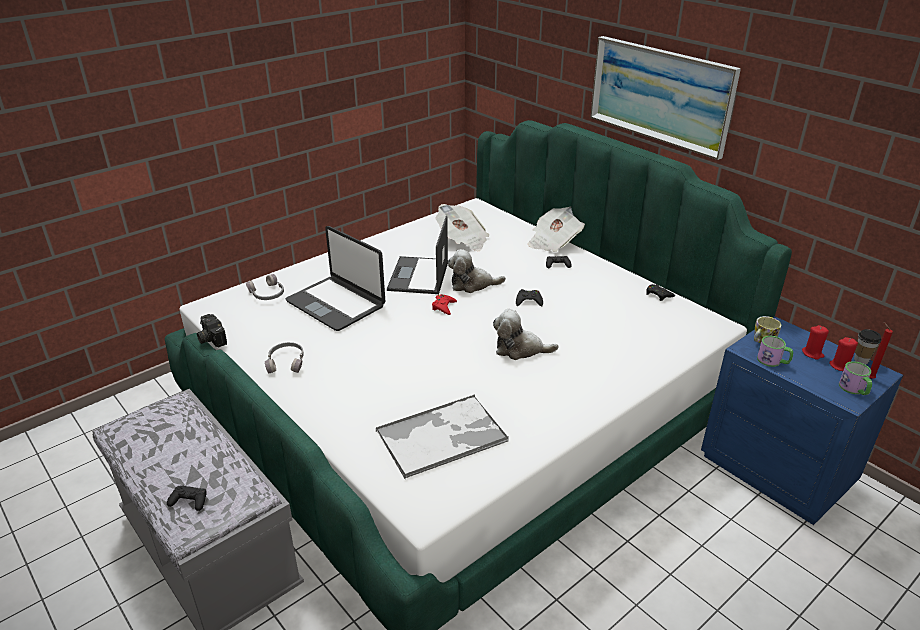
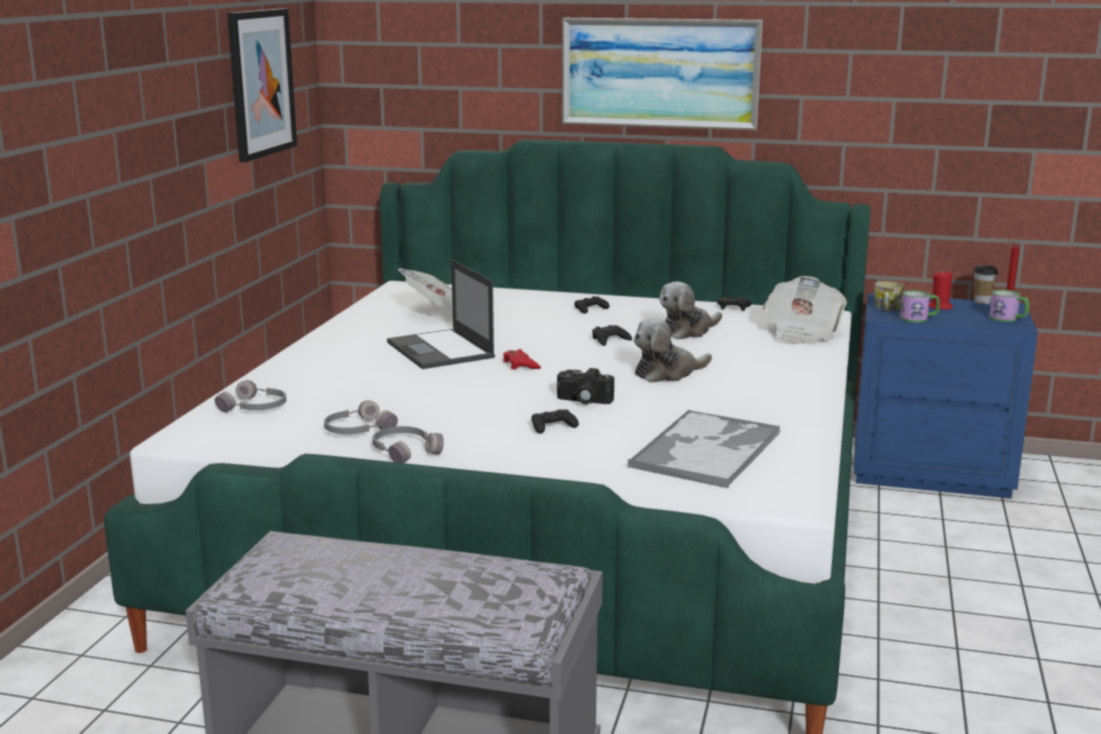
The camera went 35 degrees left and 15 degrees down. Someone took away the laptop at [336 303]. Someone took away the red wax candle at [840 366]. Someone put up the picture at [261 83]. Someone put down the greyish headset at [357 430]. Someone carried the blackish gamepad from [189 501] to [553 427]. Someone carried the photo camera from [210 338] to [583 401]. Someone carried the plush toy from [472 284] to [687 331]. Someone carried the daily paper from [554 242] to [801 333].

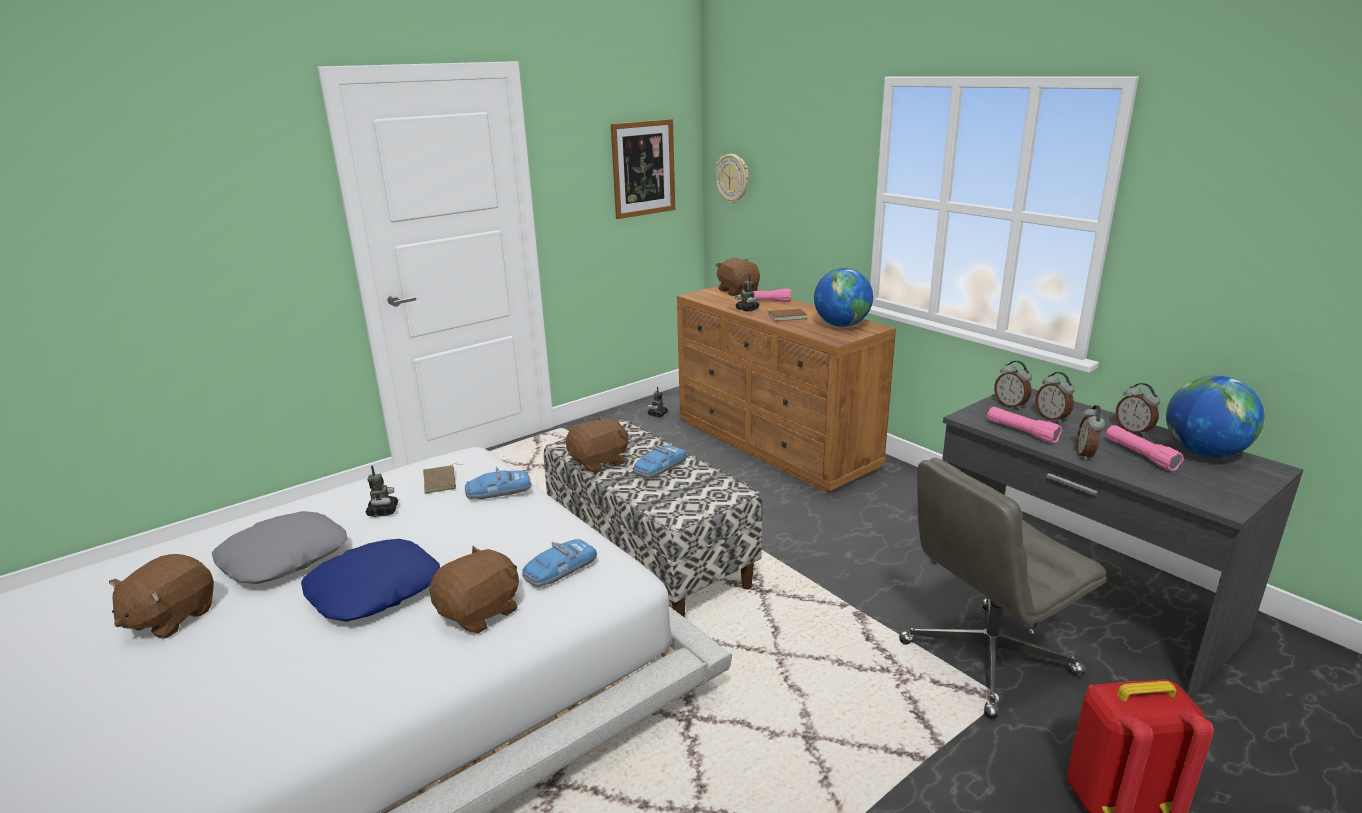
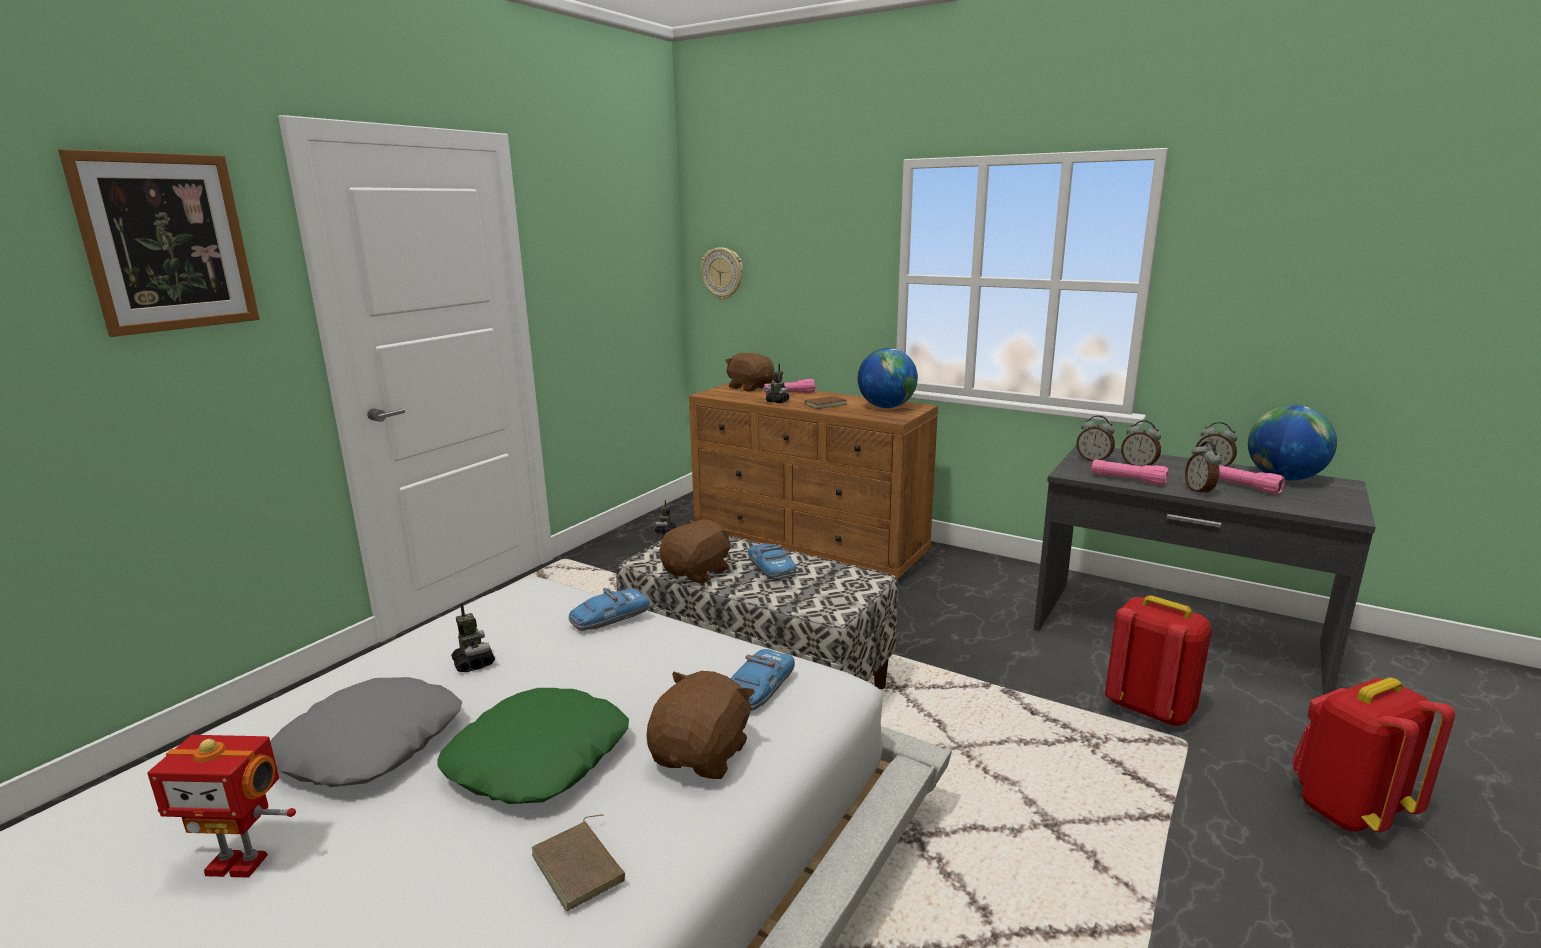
The camera went 20 degrees left and 5 degrees down. Someone carried the brown-coloured book from [441 481] to [581 867]. Someone carried the picture from [643 168] to [167 243]. Someone swapped the brown-coloured plush toy at [170 618] for the toy robot at [239 862]. Someone swapped the greyish office chair at [987 659] for the red backpack at [1148 709]. Someone repainted the blue cushion at [374 589], which became the green-coloured cushion at [537 757]. Someone rotated the toy car at [660 467] by 135 degrees clockwise.

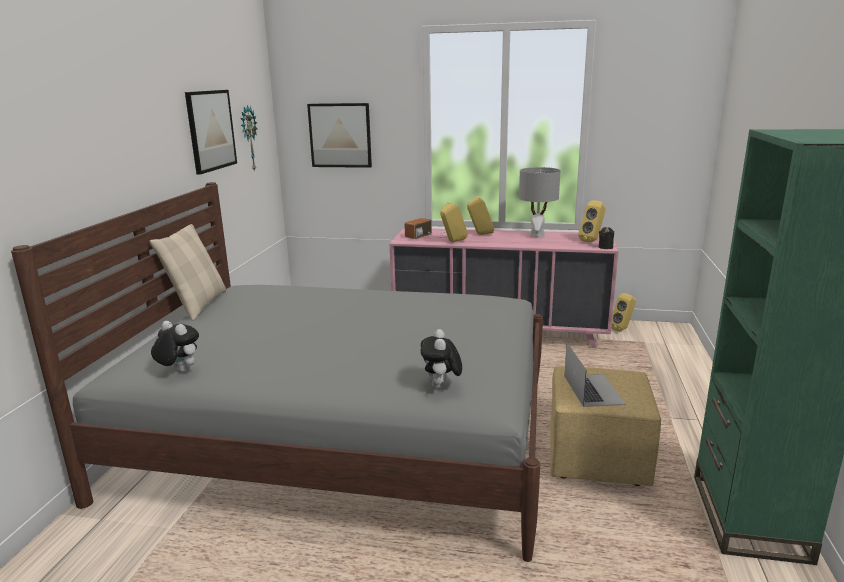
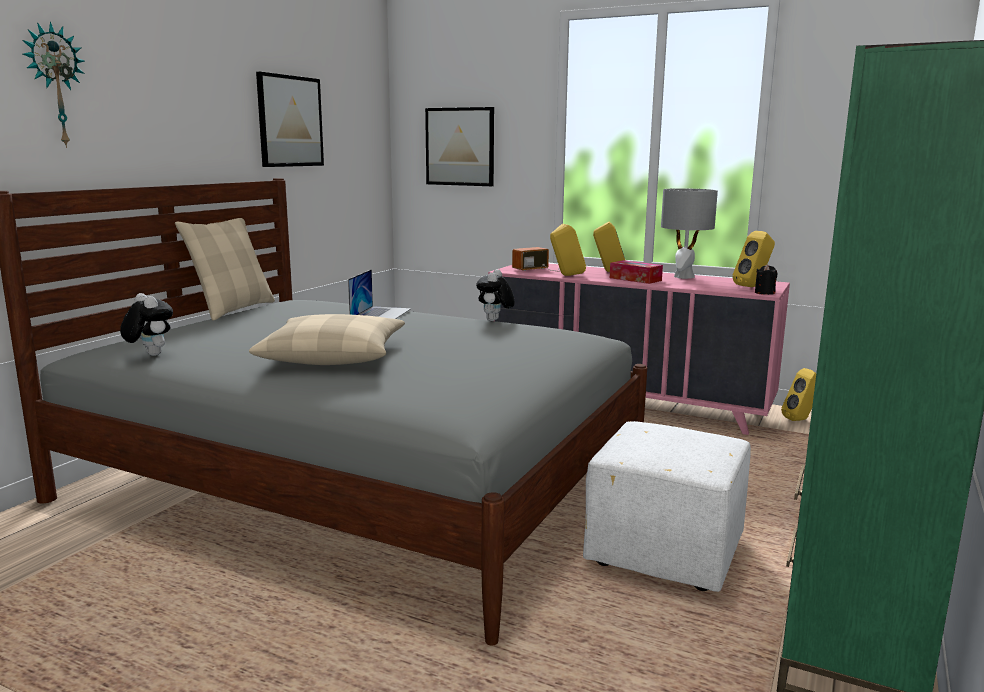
The camera went 15 degrees right and 5 degrees down. Someone put down the beige cushion at [333 355]. Someone put down the tissue box at [635 279]. Someone carried the hanging clock from [248 138] to [55 85]. Someone carried the plush toy from [441 386] to [495 320]. Someone carried the laptop from [593 389] to [381 314]. Someone repainted the yellow-coloured ottoman at [595 459], which became the whitish ottoman at [662 552].

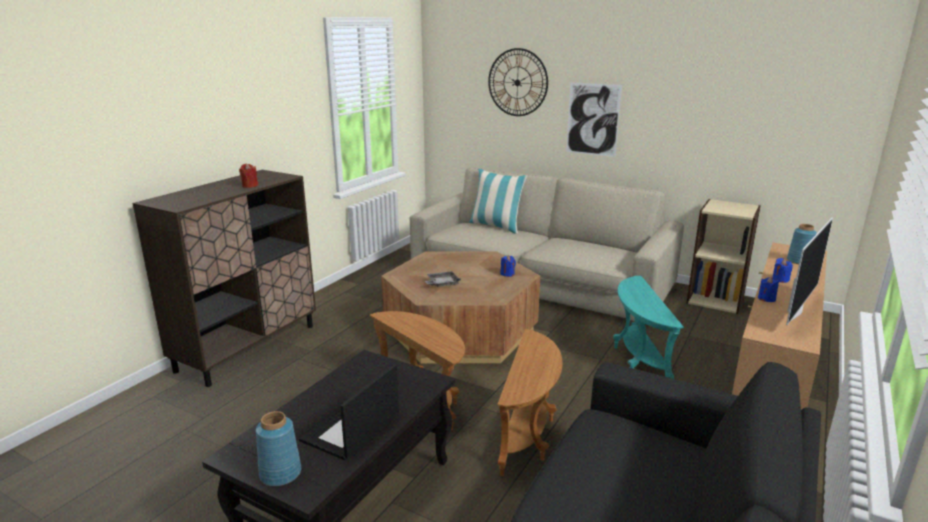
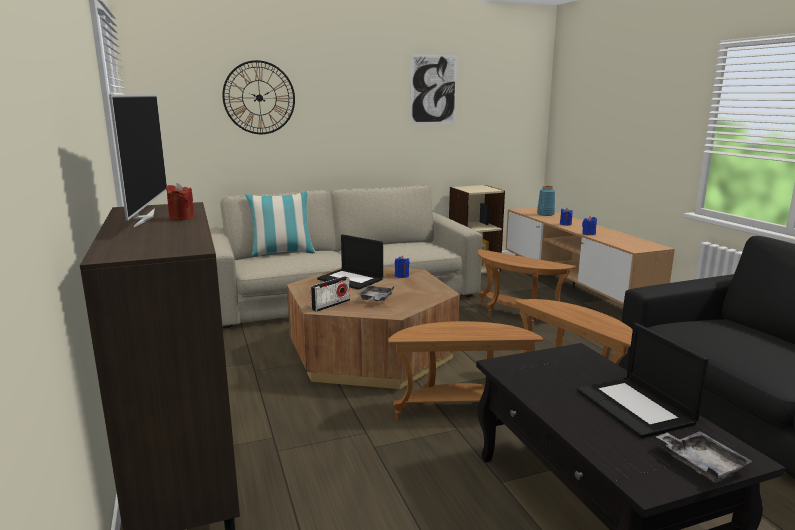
The camera went 50 degrees left and 5 degrees down. Someone put down the radio set at [331 305]. Someone put down the laptop at [351 279]. Someone carried the picture from [593 119] to [433 89]. Someone carried the TV set from [794 311] to [143 218]. Someone swapped the blue decorative vase at [281 473] for the greyish carrying tray at [702 463]. Someone repainted the turquoise end table at [637 360], which became the brown-coloured end table at [516 316].

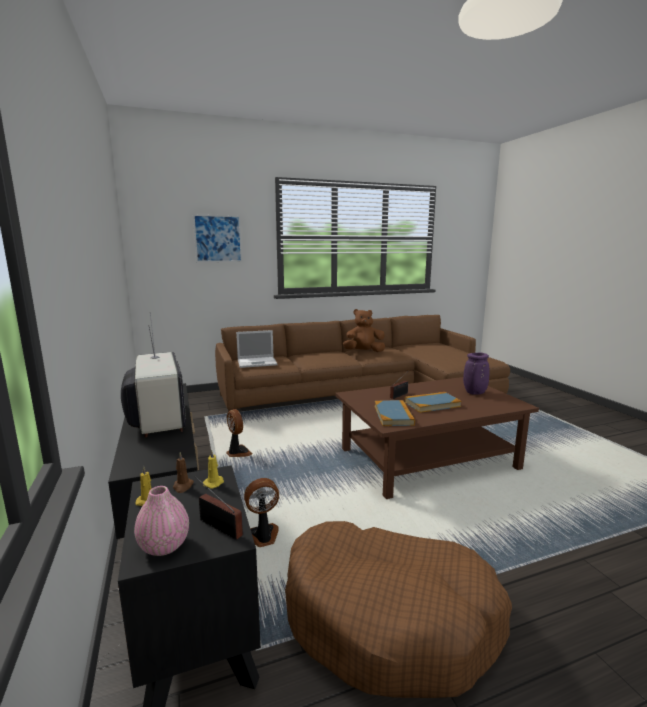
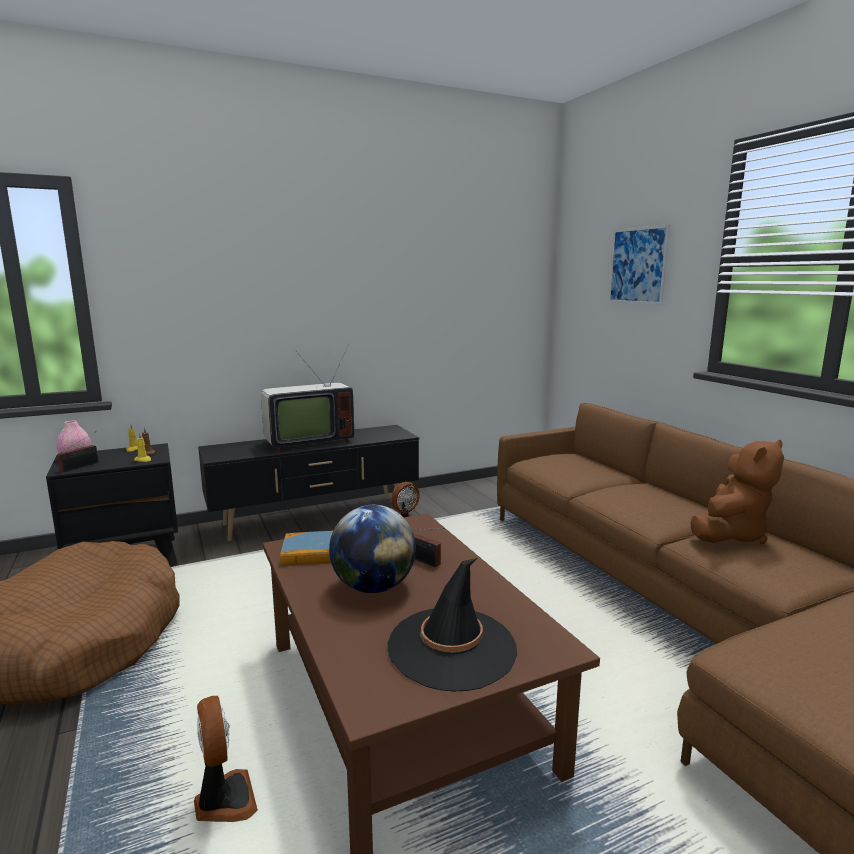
The camera went 85 degrees right and 0 degrees up. Someone took away the laptop at [258 362]. Someone carried the fan from [263 536] to [224 800]. Someone swapped the book at [432 404] for the globe at [373 587]. Someone swapped the purple decorative vase at [474 393] for the blackish clothing hat at [452 648]. Someone rotated the brown-coloured plush toy at [363 352] by 60 degrees clockwise.

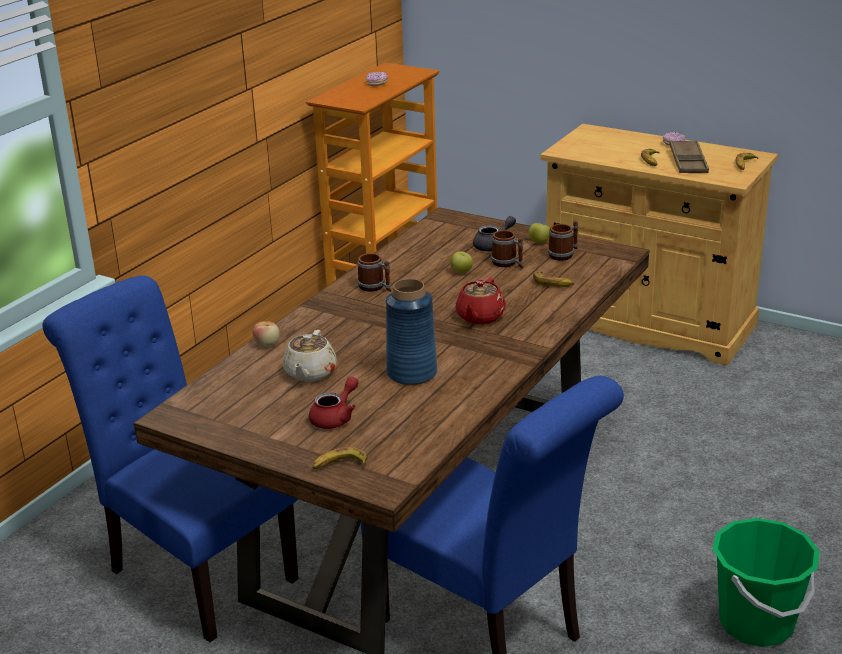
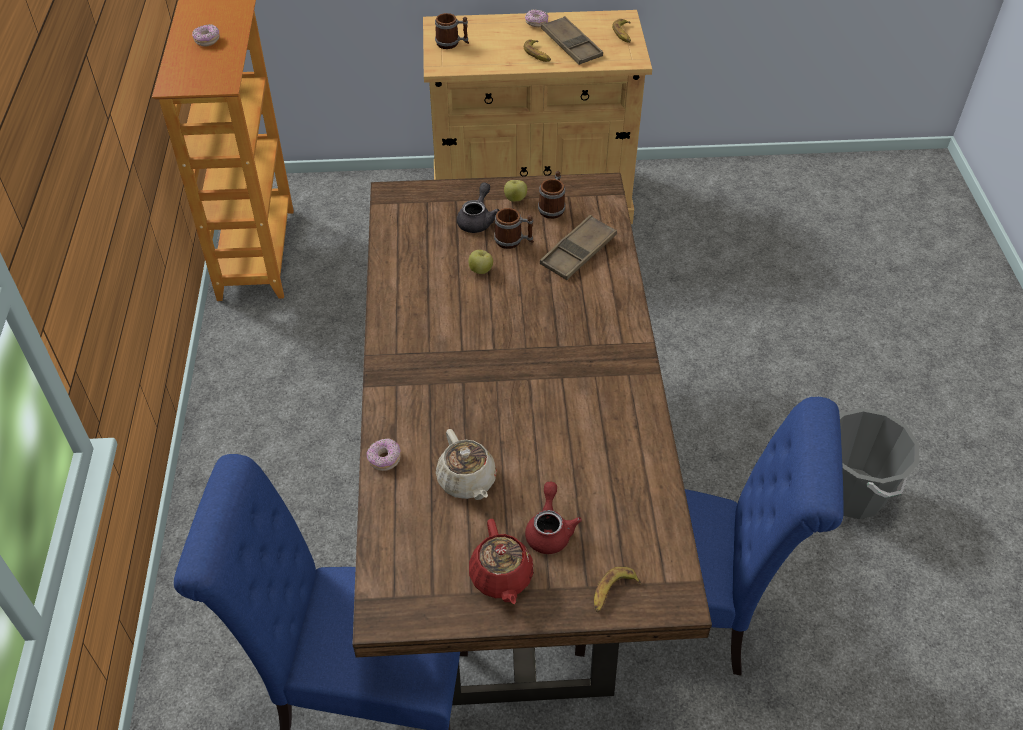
The camera went 35 degrees left and 20 degrees up. Someone took away the blue decorative vase at [412 373]. Someone carried the coffee mug from [375 287] to [452 43]. Someone carried the red tea pot from [480 317] to [501 577]. Someone swapped the apple at [267 344] for the doughnut at [384 459]. Someone swapped the banana at [553 283] for the brown-coloured carrying tray at [578 252]. Someone repainted the green-coloured bucket at [756 623], which became the greyish bucket at [852 493].

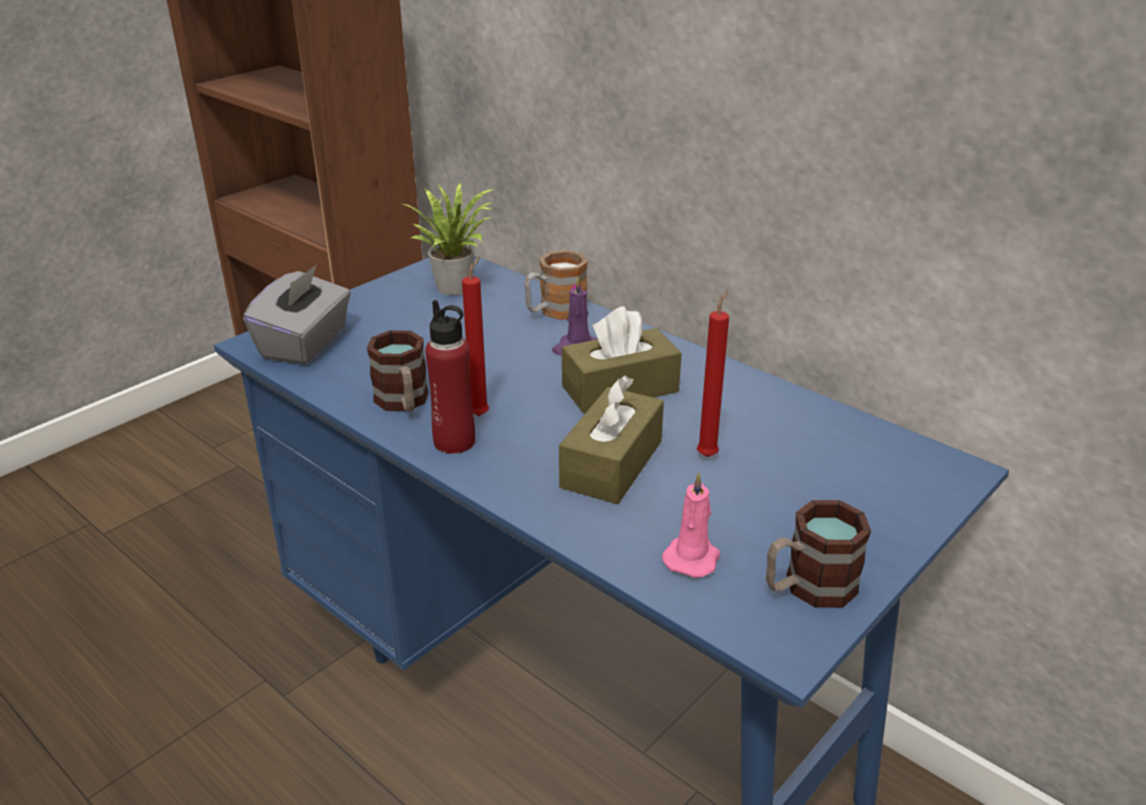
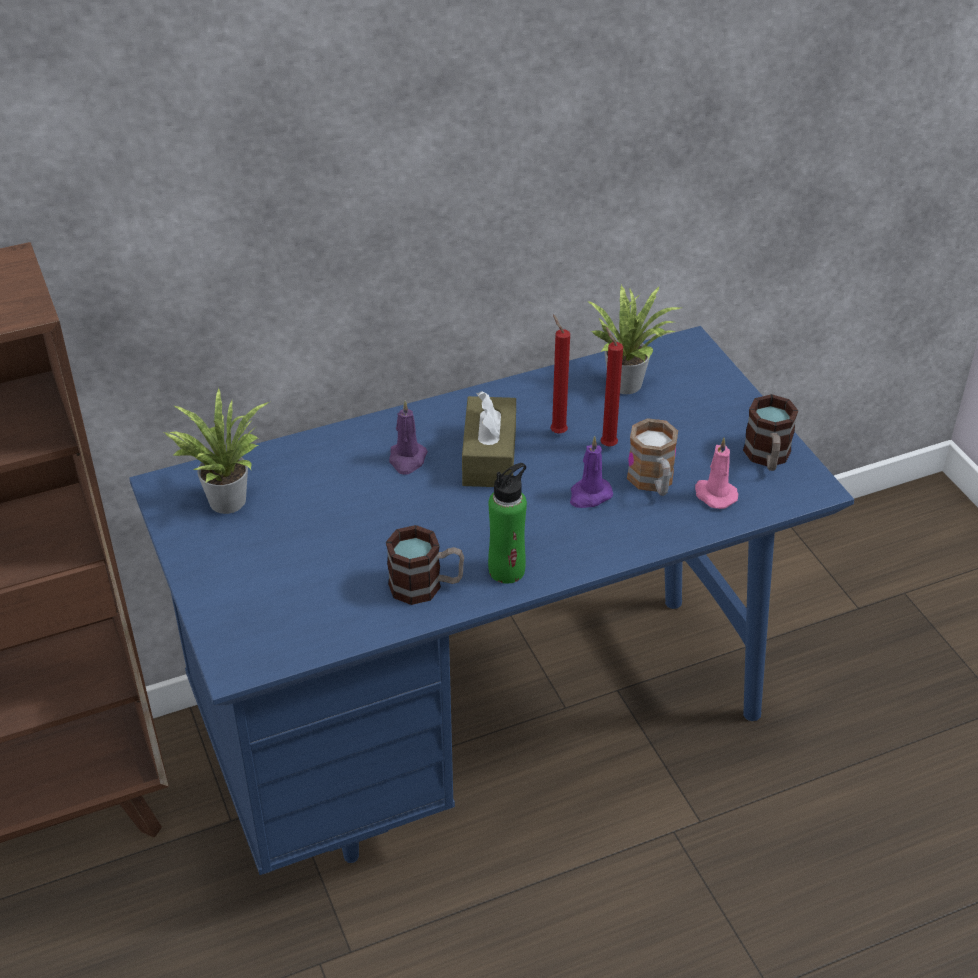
The camera went 65 degrees left and 10 degrees up. Someone took away the greyish tissue box at [306 344]. Someone put down the plant in a pot at [628 382]. Someone carried the red wax candle from [481 414] to [557 431]. Someone carried the coffee mug from [555 311] to [653 482]. Someone swapped the brown-coloured tissue box at [612 464] for the purple wax candle at [589 495]. Someone repainted the red drink bottle at [454 442], which became the green-coloured drink bottle at [507 570].

